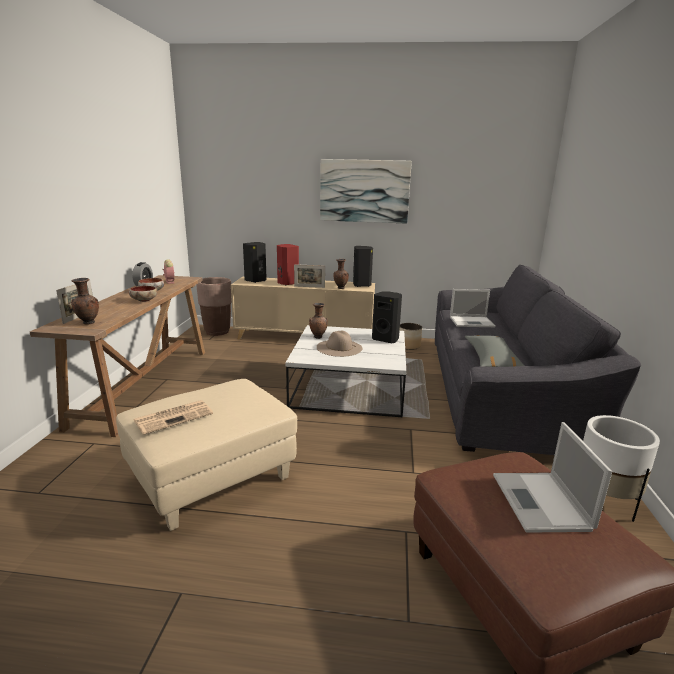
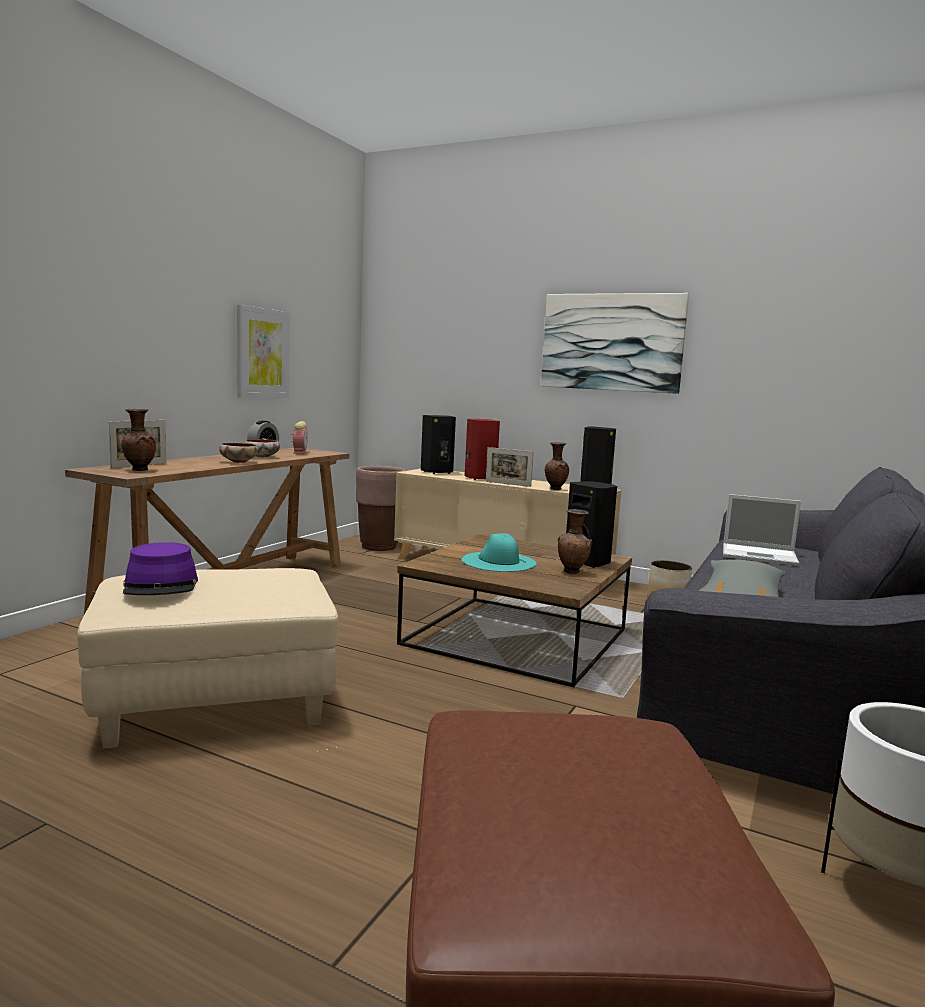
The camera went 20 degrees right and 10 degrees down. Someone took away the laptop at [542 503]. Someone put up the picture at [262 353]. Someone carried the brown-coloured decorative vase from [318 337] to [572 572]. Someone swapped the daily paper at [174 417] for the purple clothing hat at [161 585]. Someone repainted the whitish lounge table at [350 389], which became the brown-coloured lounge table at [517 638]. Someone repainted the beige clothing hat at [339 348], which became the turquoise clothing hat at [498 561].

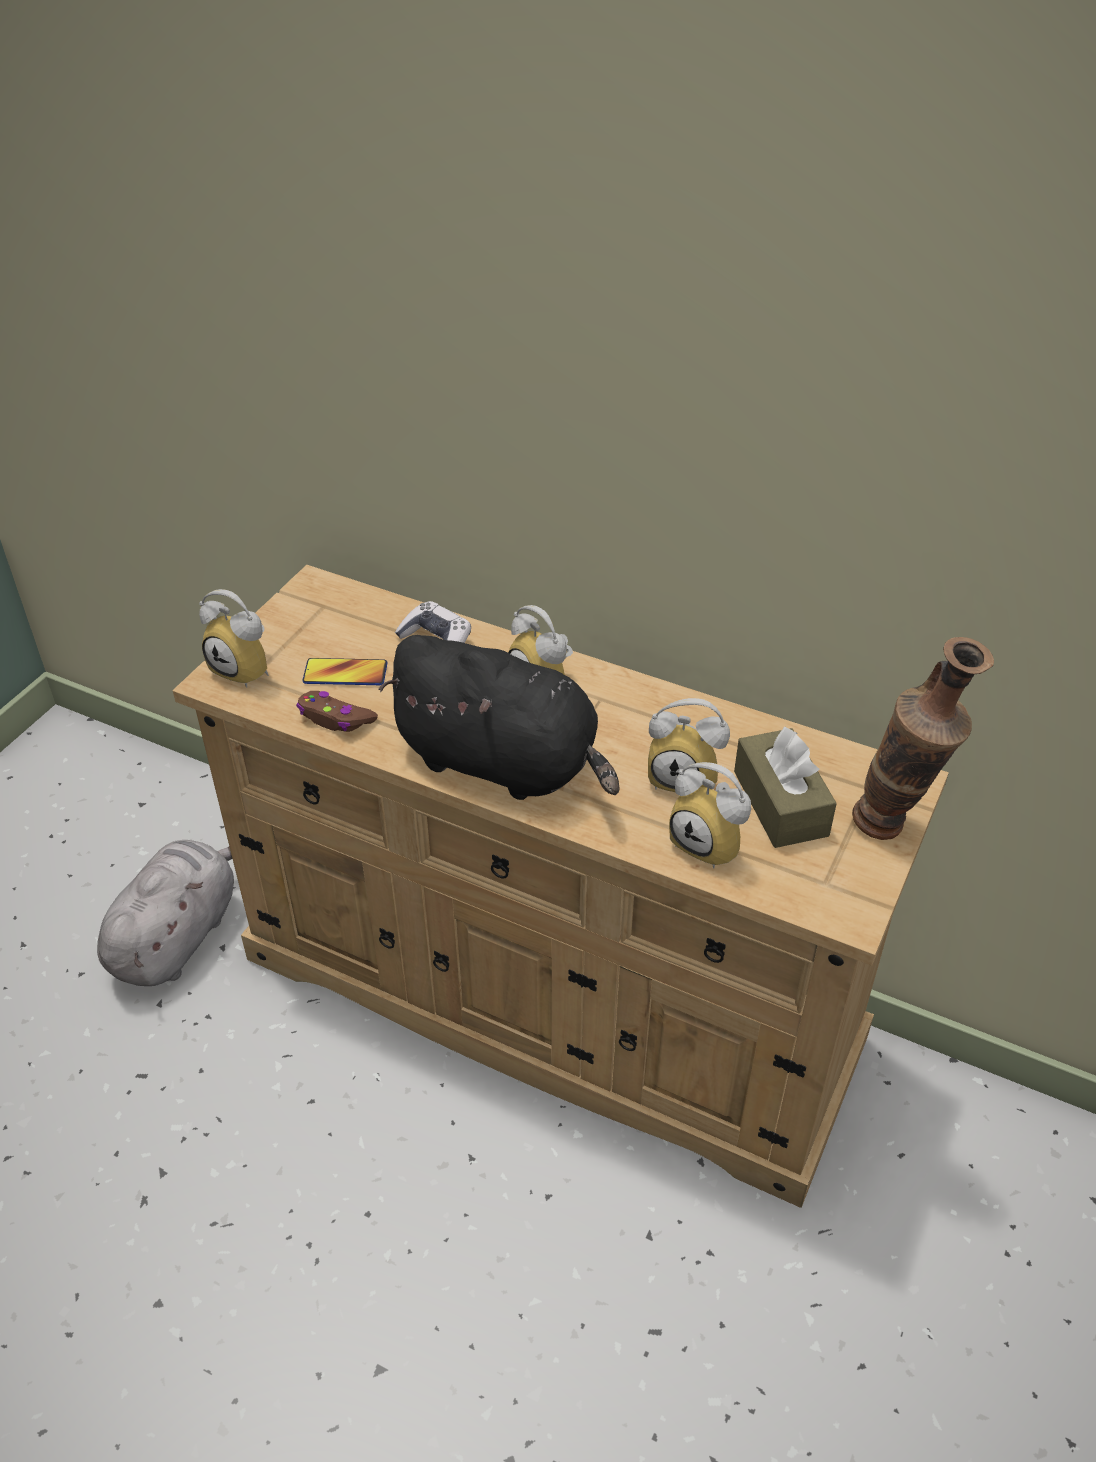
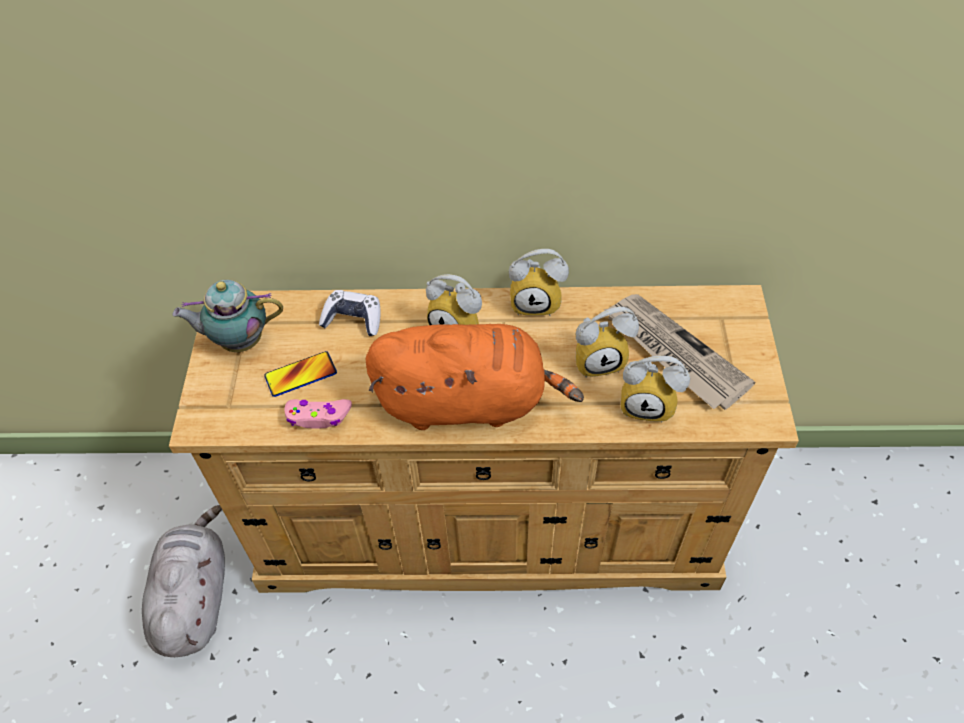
The camera went 25 degrees left and 10 degrees up. Someone took away the decorative vase at [894 830]. Someone put down the tea pot at [239 341]. Someone carried the table clock from [248 669] to [537 301]. Someone swapped the brown-coloured tissue box at [780 803] for the daily paper at [673 353]. Someone repainted the brown-coloured gamepad at [335 718], which became the pink gamepad at [318 417]. Someone repainted the blackish plush toy at [504 763], which became the orangey plush toy at [468 401].

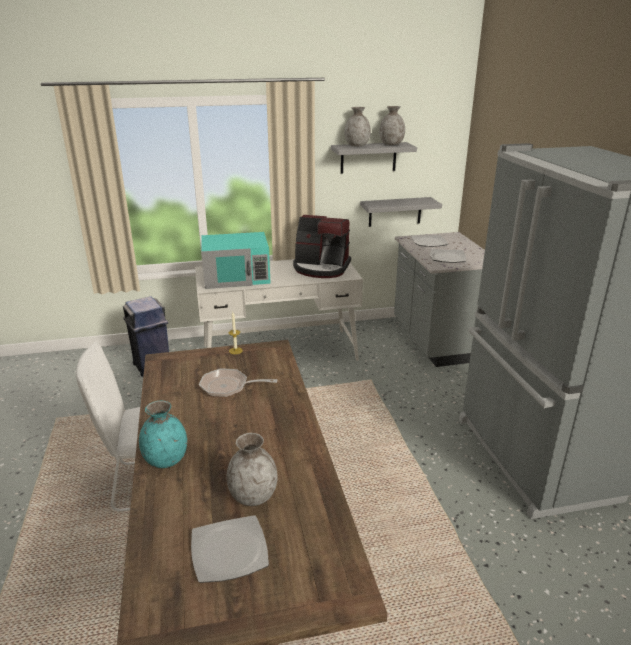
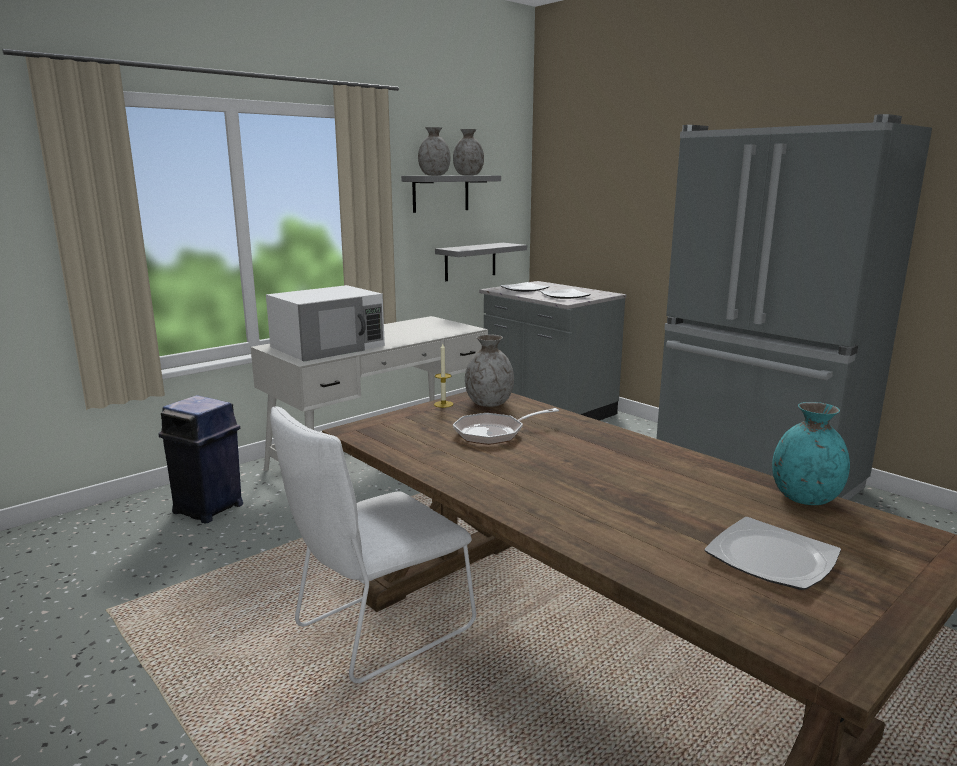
The camera went 30 degrees left and 10 degrees down. Someone took away the coffee brewer at [321 268]. Someone carried the turquoise decorative vase from [166 460] to [804 498]. Someone carried the greyish decorative vase from [253 496] to [489 403]. Someone repainted the turquoise microwave oven at [237 276], which became the whitish microwave oven at [329 346].

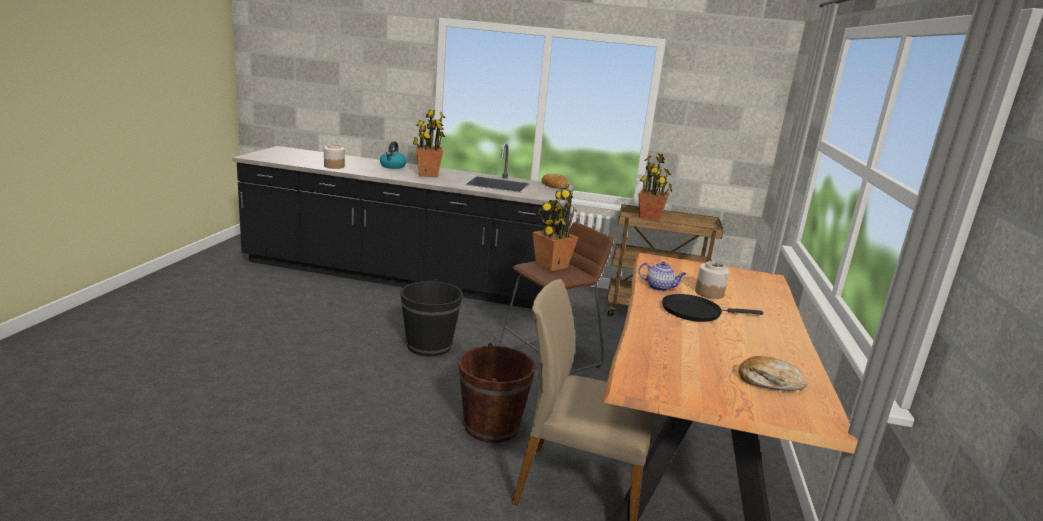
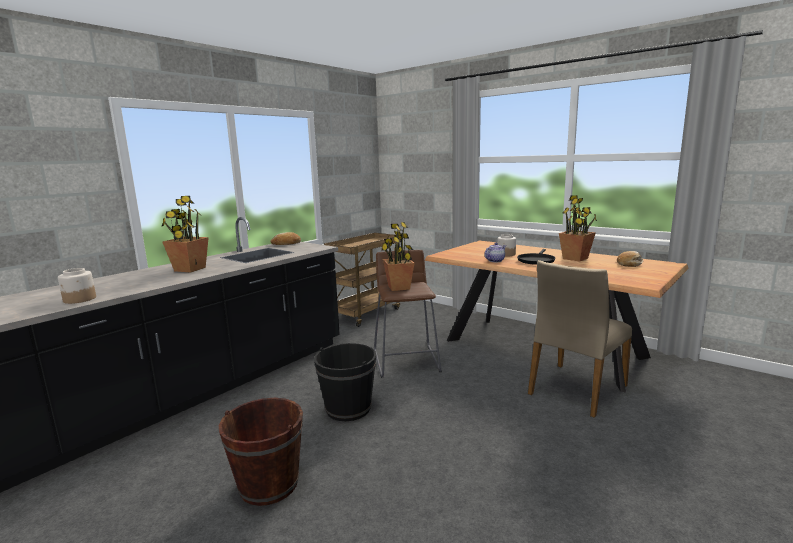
The camera went 60 degrees left and 5 degrees down. Someone took away the tea kettle at [392 166]. Someone carried the brown-coloured bucket from [491 426] to [269 484]. Someone carried the plant in a pot from [650 219] to [575 258].

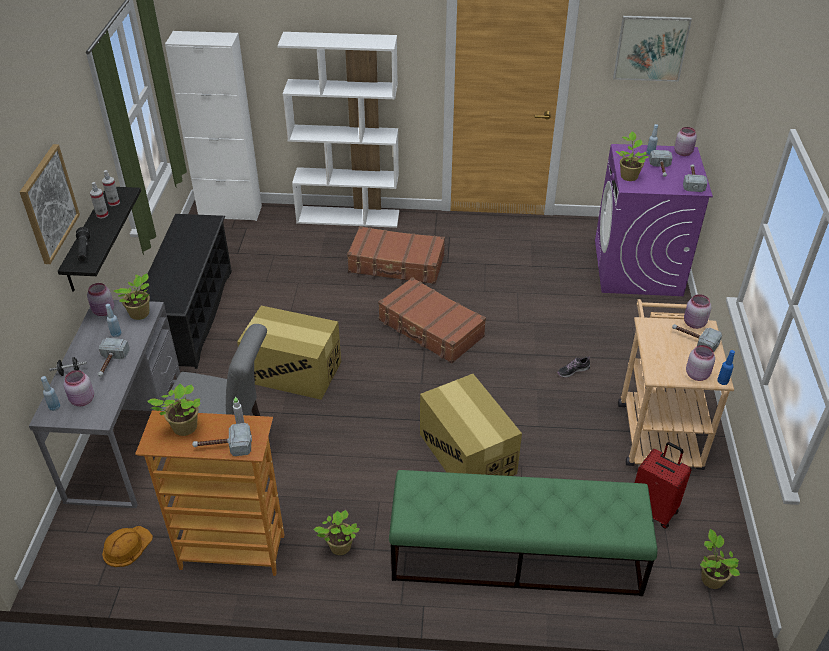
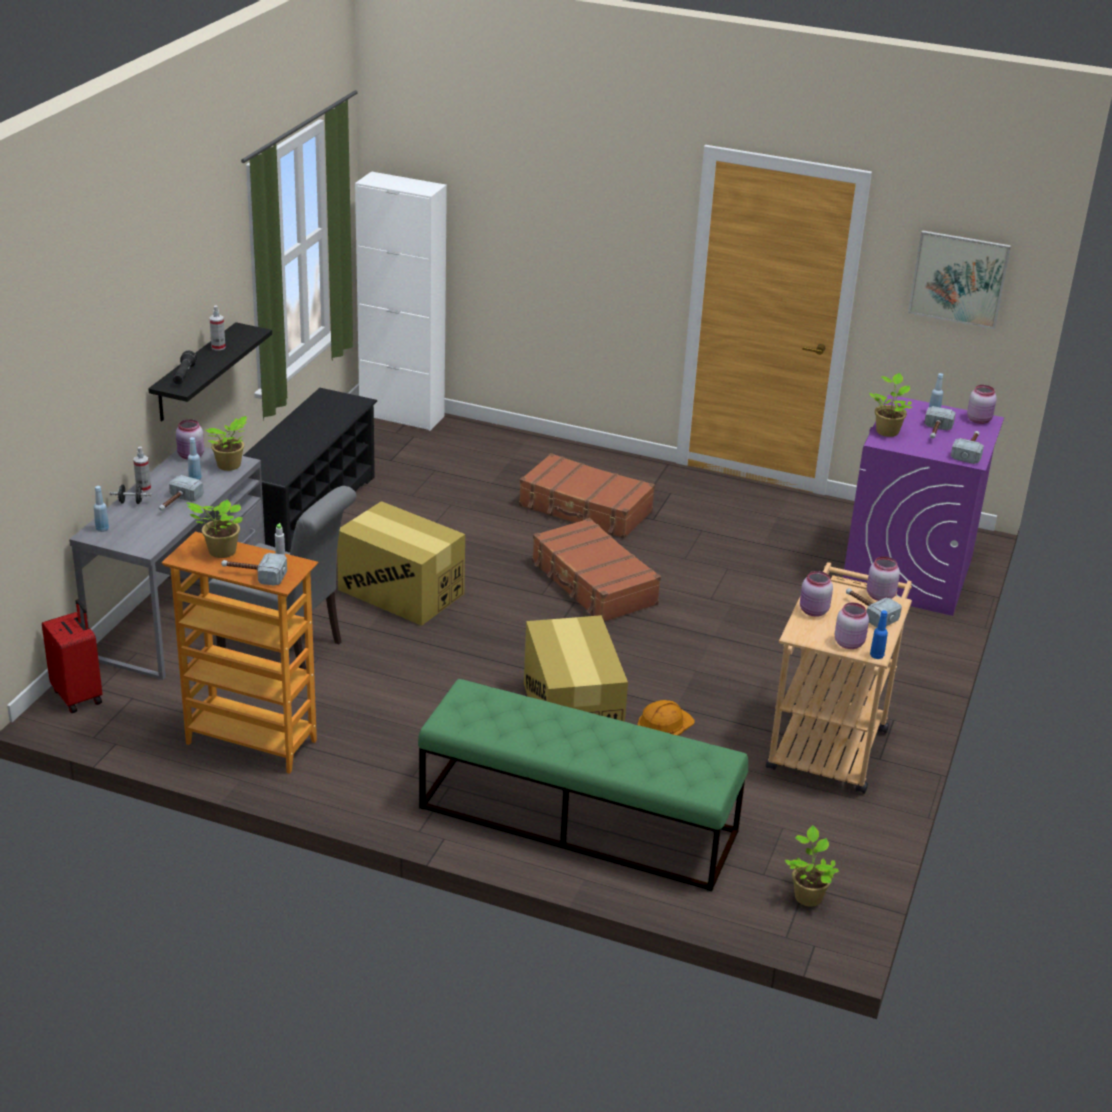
The camera went 15 degrees right and 10 degrees down. Someone took away the picture at [48 203]. Someone took away the whitish shelving unit at [348 217]. Someone took away the plant in a pot at [339 548]. Someone took away the item of footwear at [573 371]. Someone carried the pink preserve jar from [82 400] to [813 611]. Someone carried the spray bottle from [114 202] to [143 488]. Someone carried the orangey hard hat from [126 547] to [664 723]. Someone carried the red suitcase from [654 509] to [78 696].

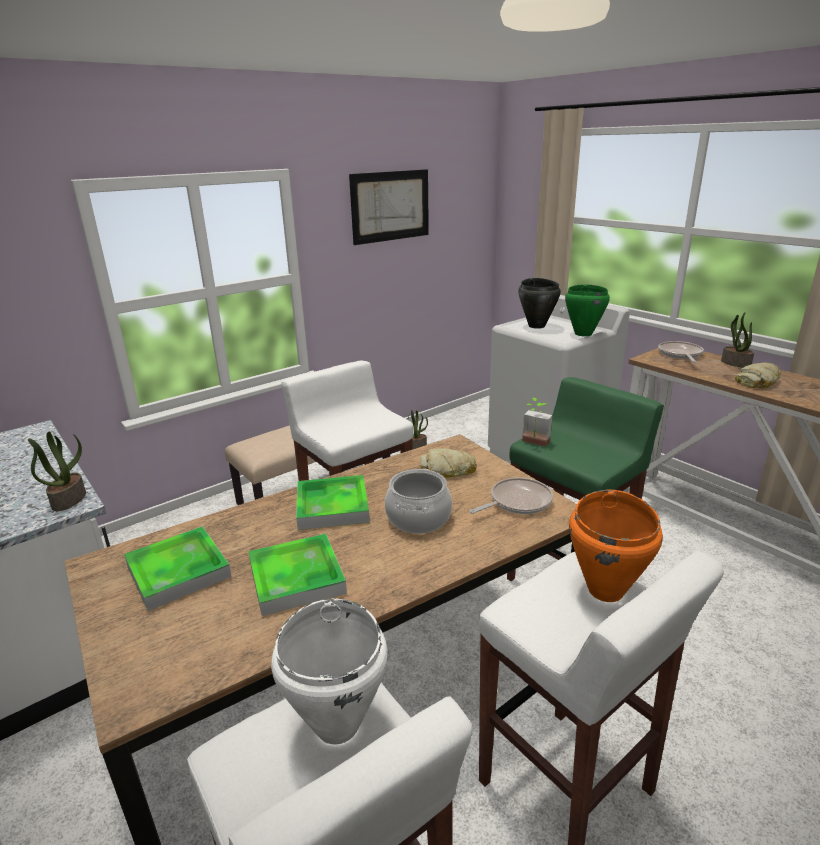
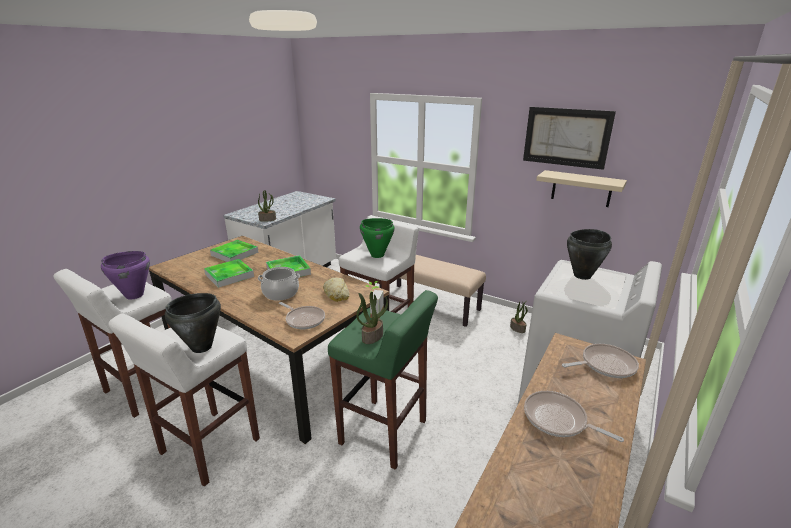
The camera went 70 degrees right and 0 degrees up. Someone put up the beige bracket shelf at [581 188]. Someone carried the green-coloured stockpot from [583 334] to [377 255]. Someone carried the plant in a pot from [735 363] to [372 336]. Someone swapped the bakery bread at [758 381] for the frying pan at [558 420]. Someone repainted the whitish stockpot at [336 725], which became the purple stockpot at [134 295]. Someone repainted the orangey stockpot at [606 590], which became the blackish stockpot at [202 347].

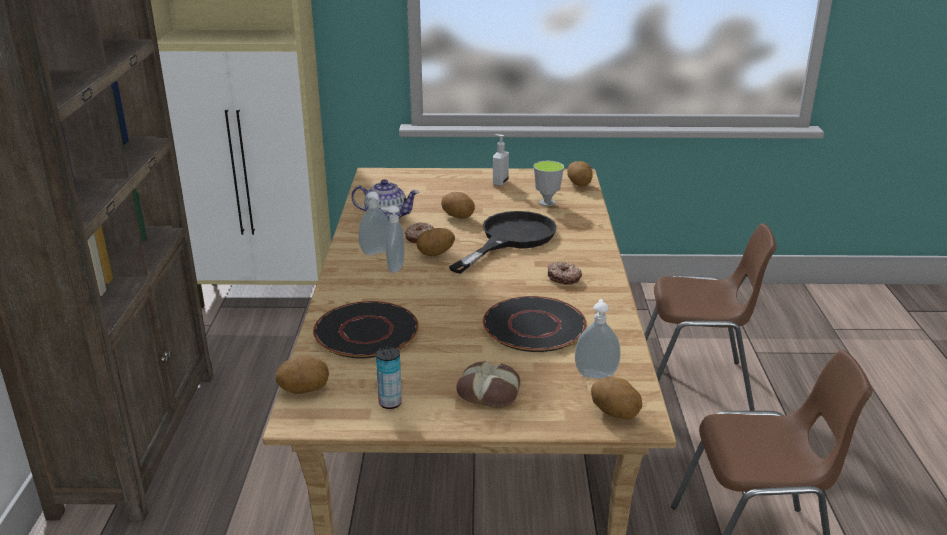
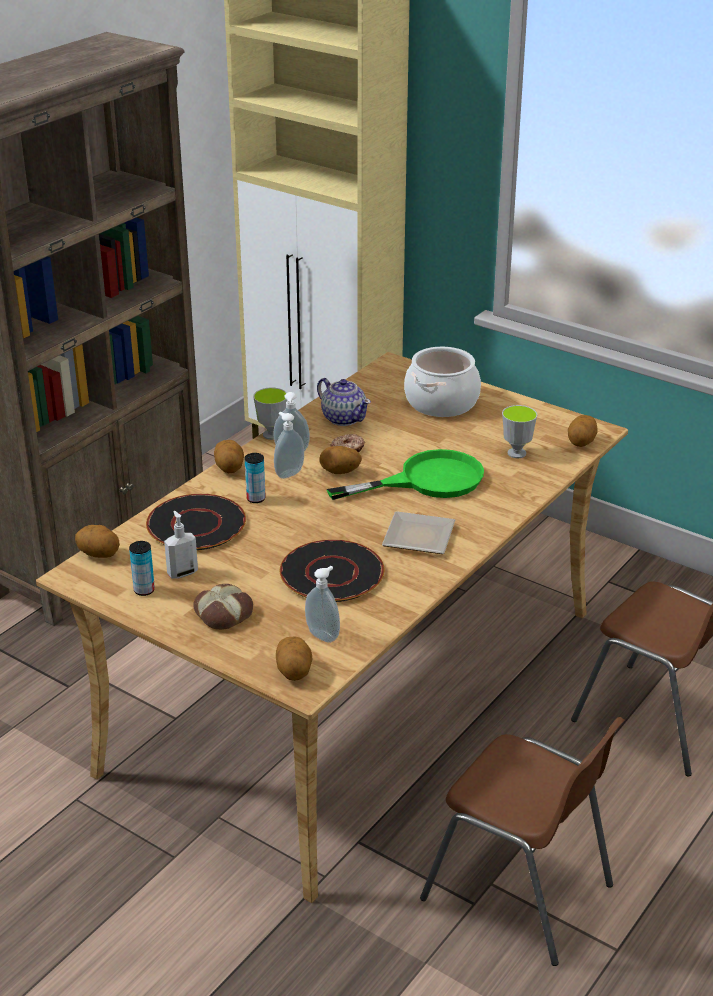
The camera went 35 degrees right and 5 degrees up. Someone put down the can at [256 499]. Someone put down the small cup at [272 435]. Someone put down the stockpot at [441 402]. Someone carried the potato from [458 216] to [229 468]. Someone carried the liquid soap bottle from [499 182] to [182 573]. Someone swapped the doughnut at [564 277] for the plate at [420 538]. Someone repainted the blackish frying pan at [510 239], which became the green-coloured frying pan at [426 480].

